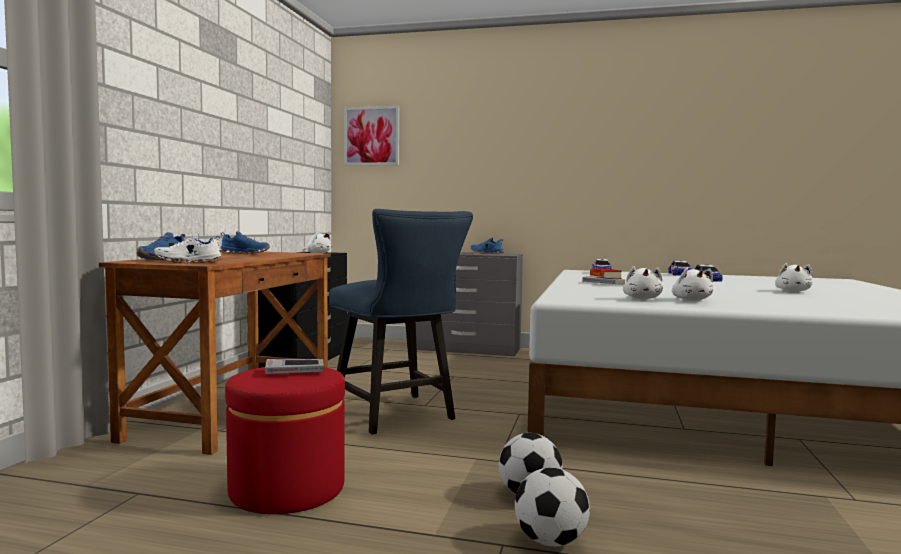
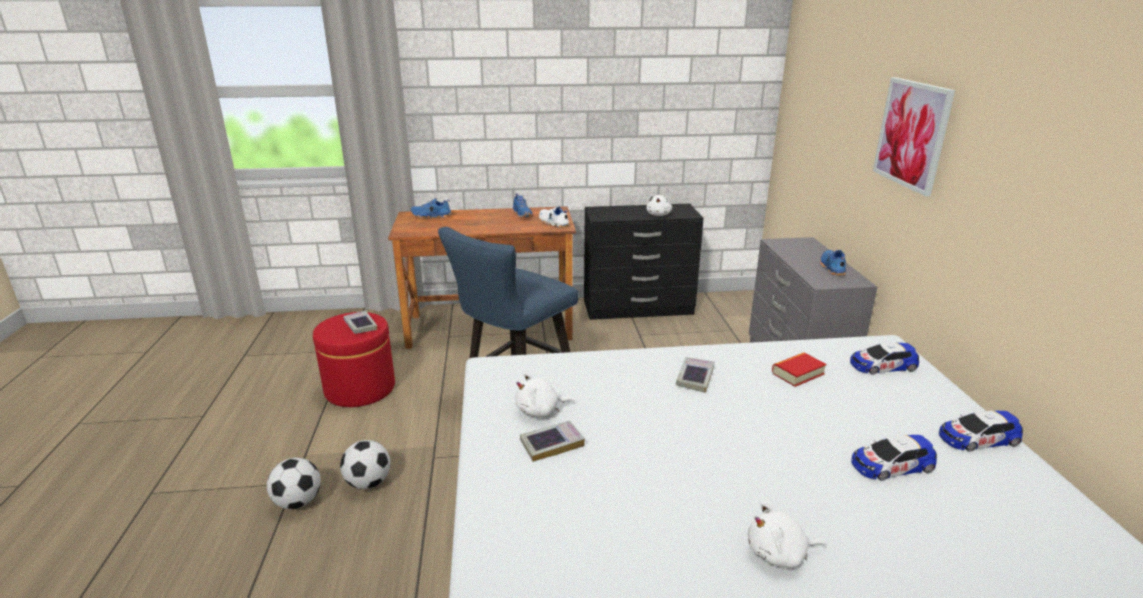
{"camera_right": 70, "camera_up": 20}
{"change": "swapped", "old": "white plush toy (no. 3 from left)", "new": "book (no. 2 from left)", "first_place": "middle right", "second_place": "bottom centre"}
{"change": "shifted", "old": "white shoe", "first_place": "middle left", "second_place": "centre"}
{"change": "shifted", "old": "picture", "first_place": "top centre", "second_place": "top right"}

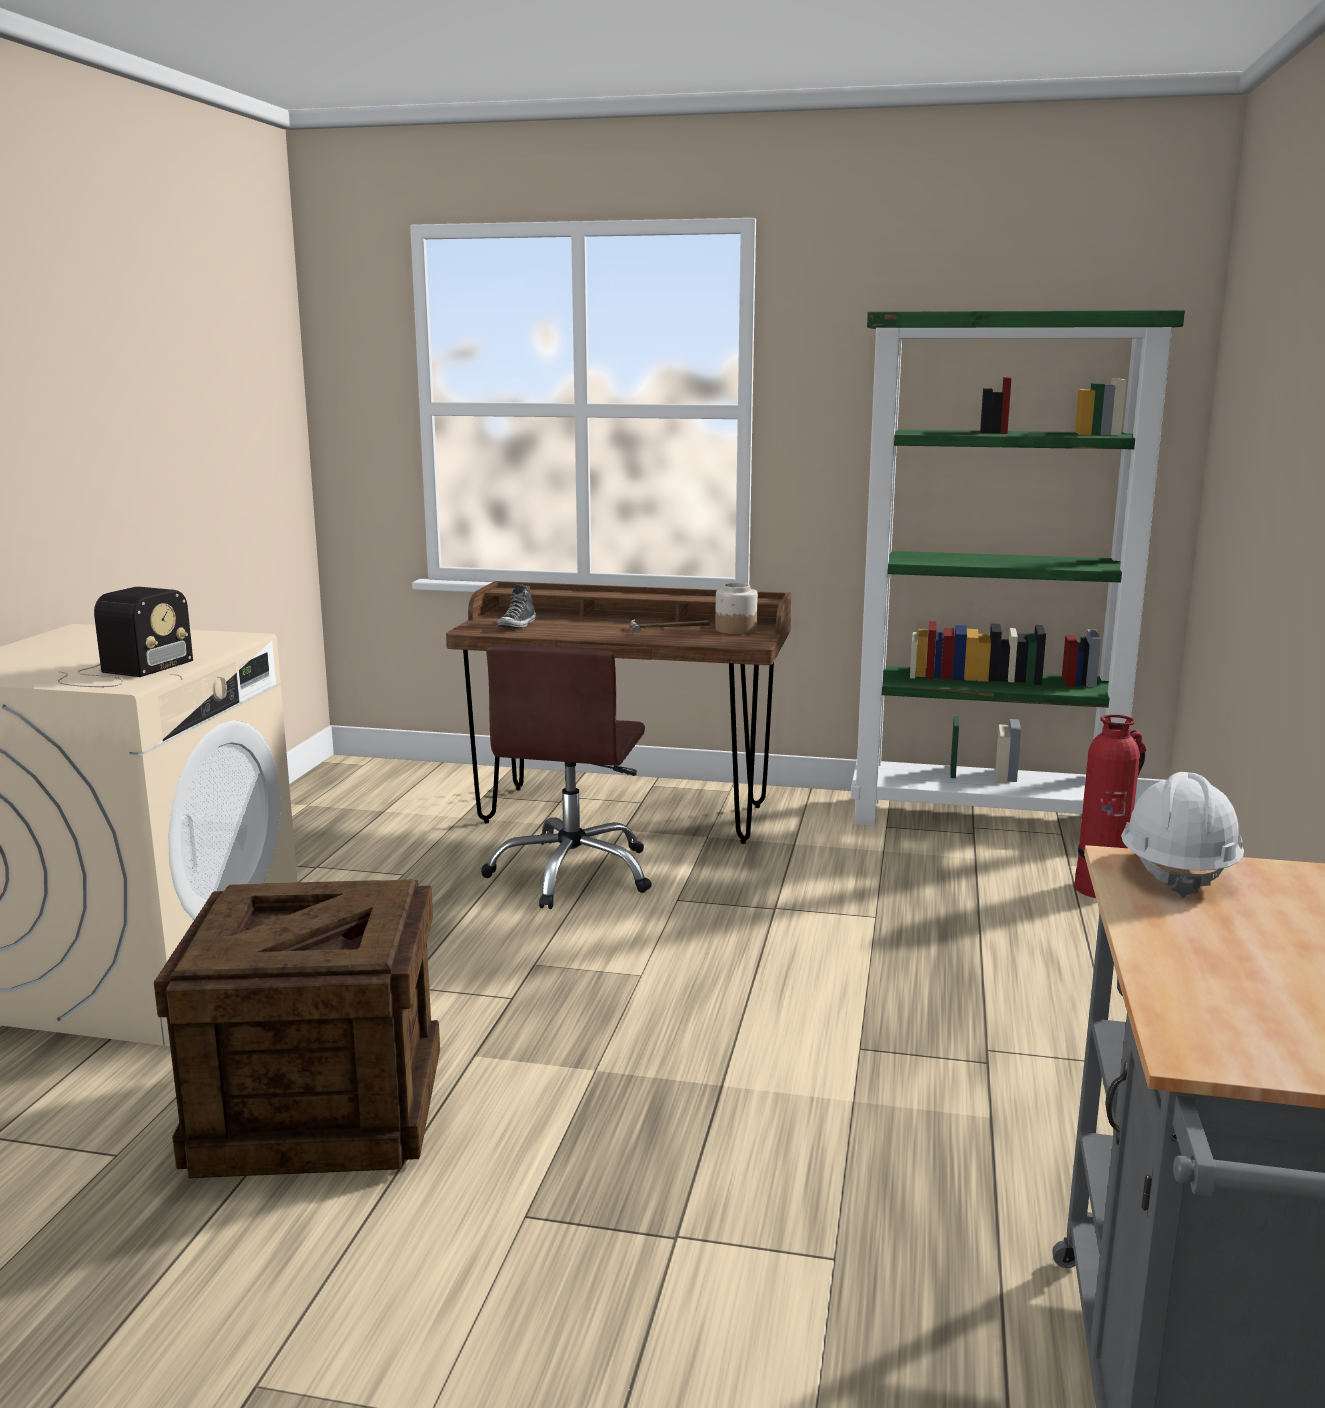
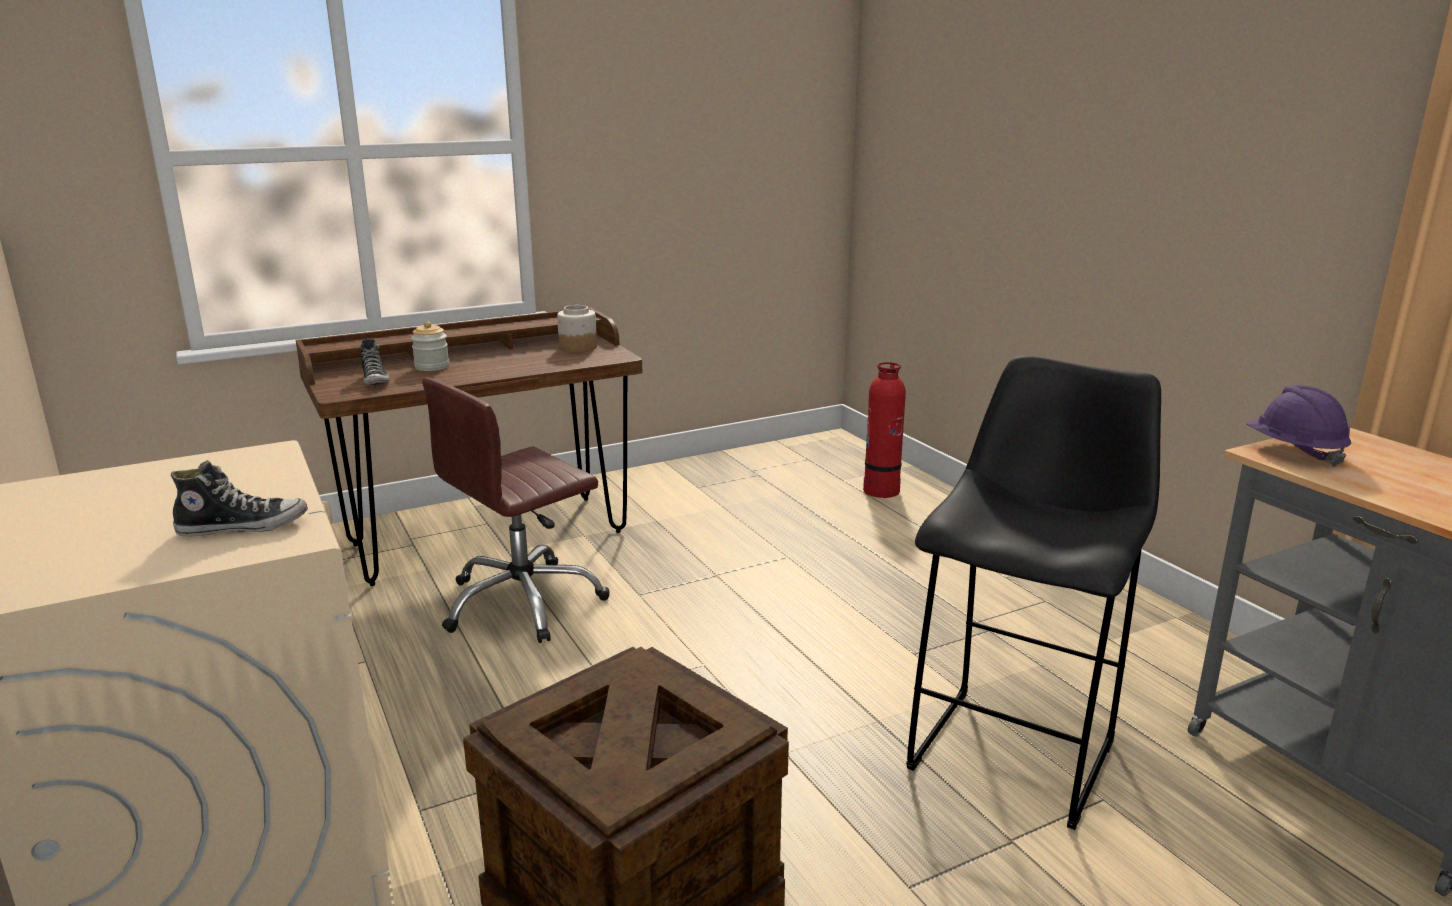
{"camera_right": -40, "camera_up": 5}
{"change": "swapped", "old": "radio", "new": "shoe (no. 1 from left)", "first_place": "middle left", "second_place": "middle left"}
{"change": "new", "new": "jar (no. 1 from left)", "second_place": "middle left"}
{"change": "rotated", "old": "brown office chair", "first_place": "centre", "second_place": "centre", "degrees": 75}
{"change": "new", "new": "black stool", "second_place": "middle right"}
{"change": "repainted", "old": "white hard hat", "new": "purple hard hat", "first_place": "middle right", "second_place": "middle right"}
{"change": "gone", "old": "hammer", "first_place": "centre"}
{"change": "gone", "old": "green bookcase", "first_place": "middle right"}

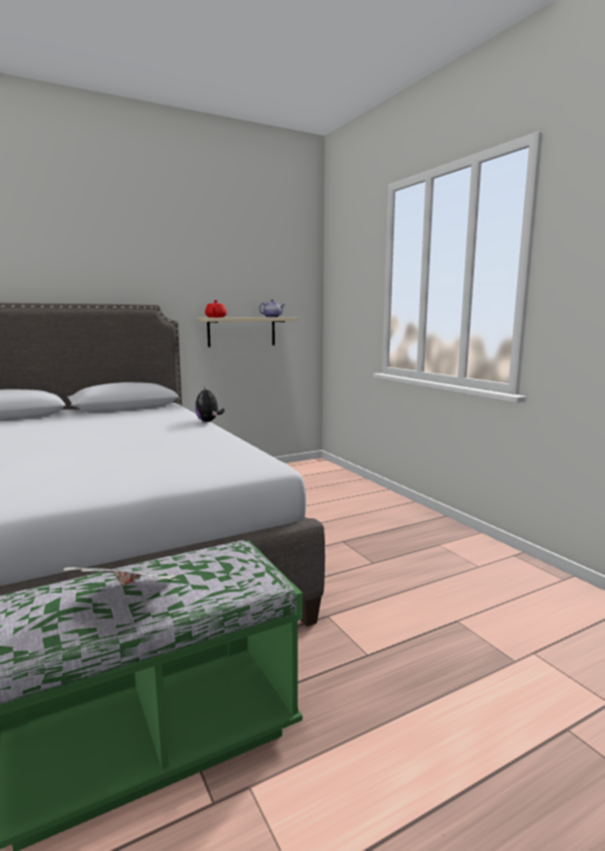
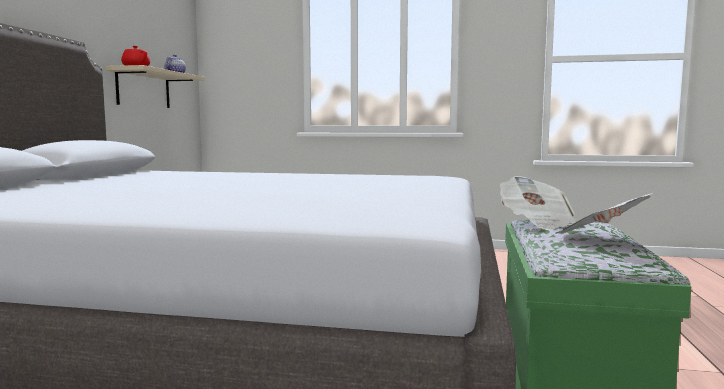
{"camera_right": -50, "camera_up": -5}
{"change": "new", "new": "newspaper (no. 1 from left)", "second_place": "middle right"}
{"change": "gone", "old": "plush toy", "first_place": "centre"}

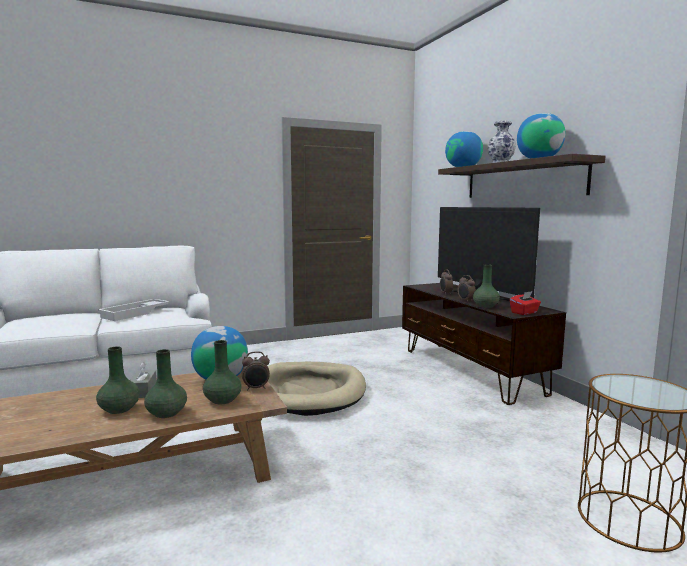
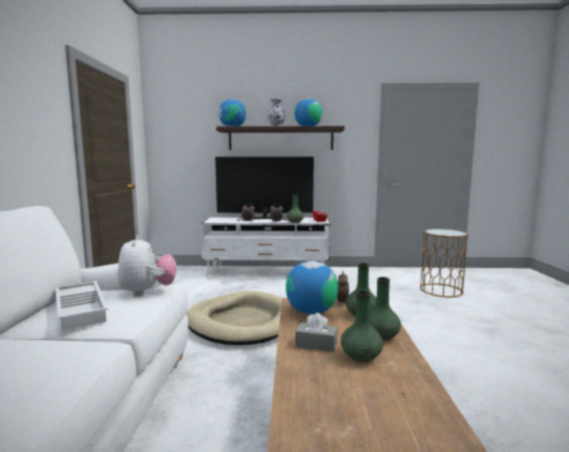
{"camera_right": -65, "camera_up": 0}
{"change": "new", "new": "plush toy", "second_place": "middle left"}
{"change": "repainted", "old": "brown tv stand", "new": "white tv stand", "first_place": "middle right", "second_place": "centre"}

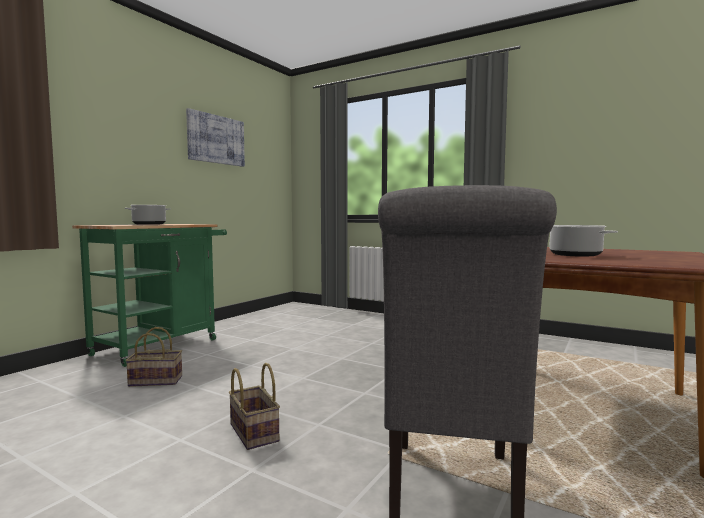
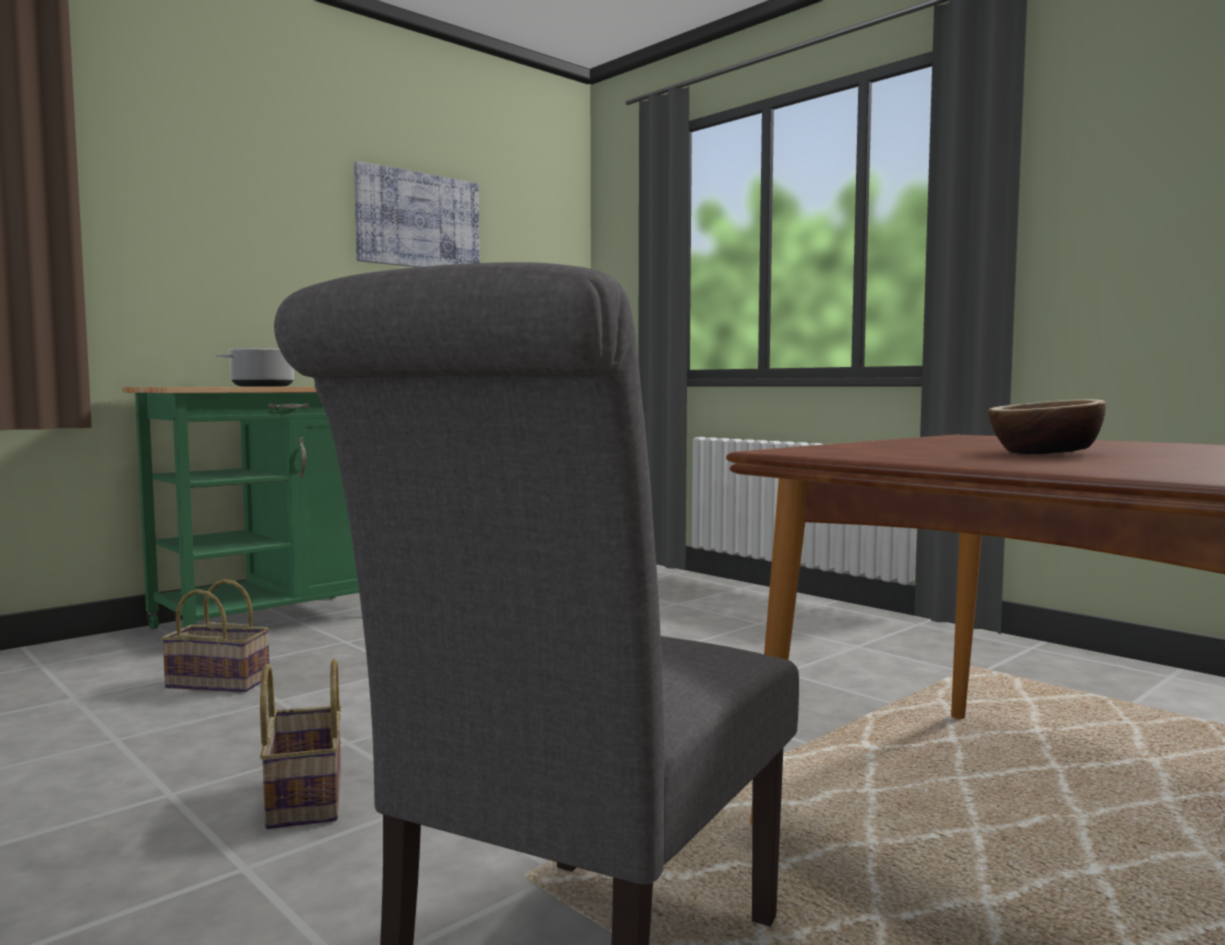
{"camera_right": 15, "camera_up": 0}
{"change": "swapped", "old": "cooking pot (no. 2 from left)", "new": "bowl", "first_place": "middle right", "second_place": "middle right"}

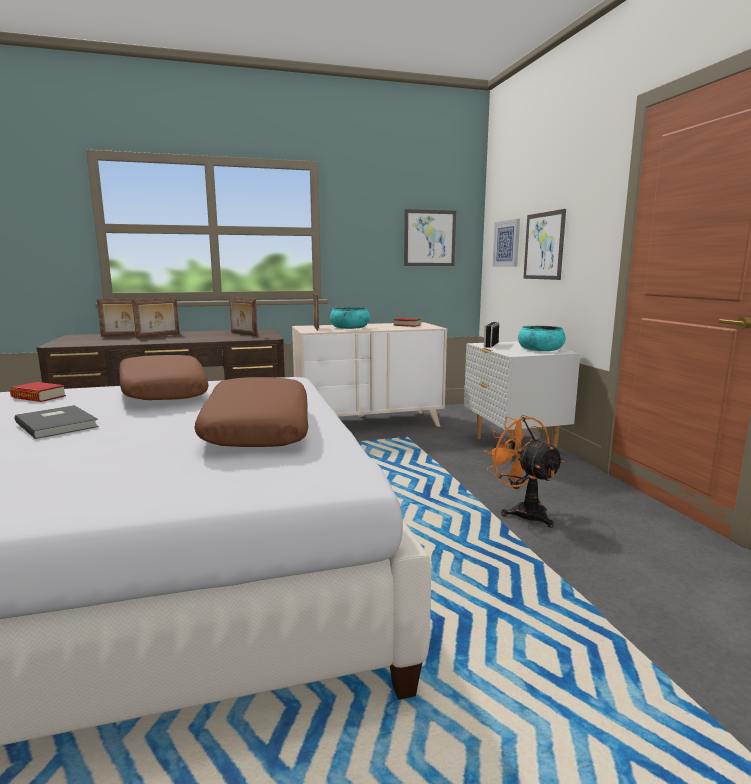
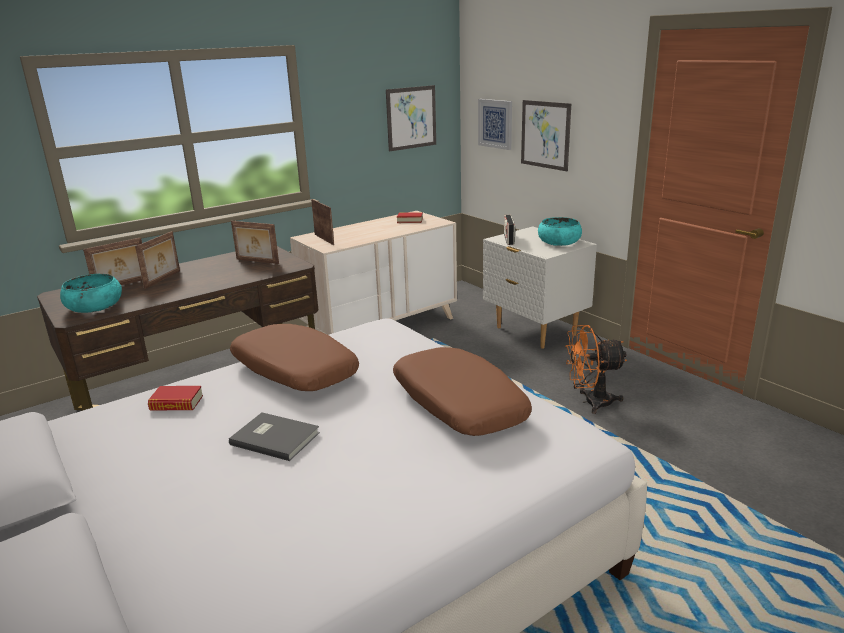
{"camera_right": -20, "camera_up": 10}
{"change": "shifted", "old": "turquoise bowl (no. 1 from left)", "first_place": "centre", "second_place": "middle left"}
{"change": "rotated", "old": "orange fan", "first_place": "middle right", "second_place": "middle right", "degrees": -45}

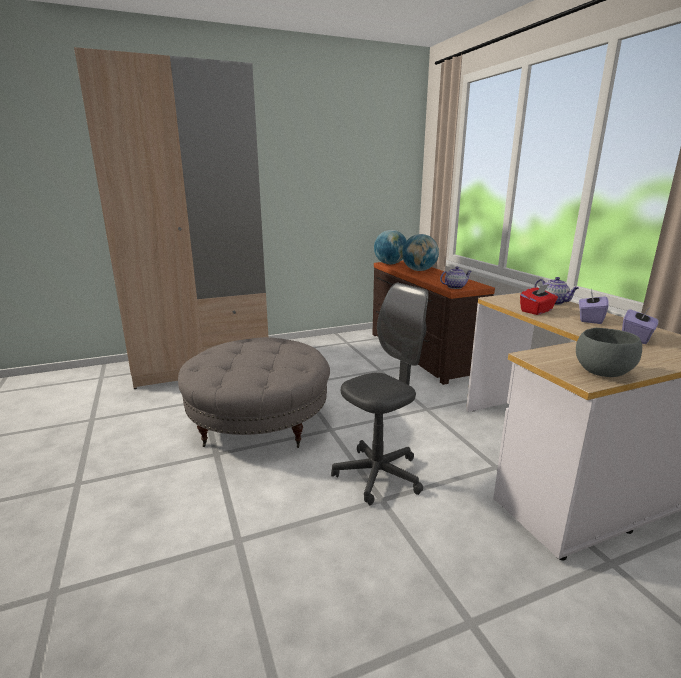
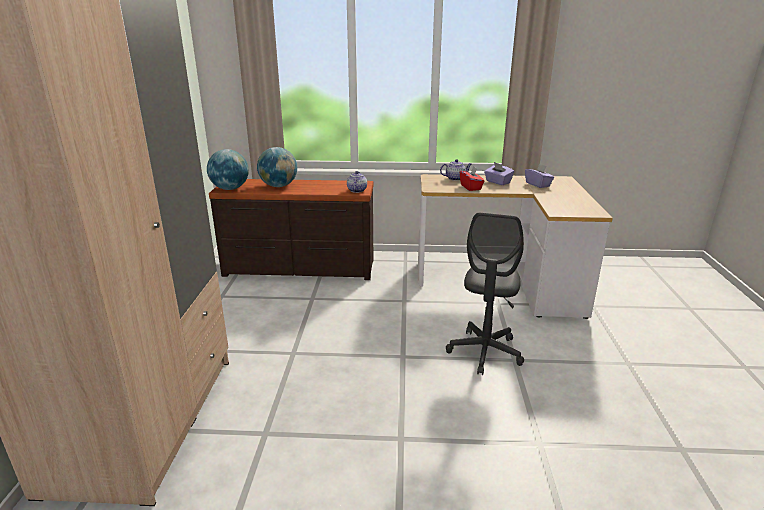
{"camera_right": -65, "camera_up": 5}
{"change": "rotated", "old": "grey office chair", "first_place": "centre", "second_place": "centre", "degrees": -150}
{"change": "gone", "old": "grey ottoman", "first_place": "centre"}
{"change": "gone", "old": "grey bowl", "first_place": "middle right"}

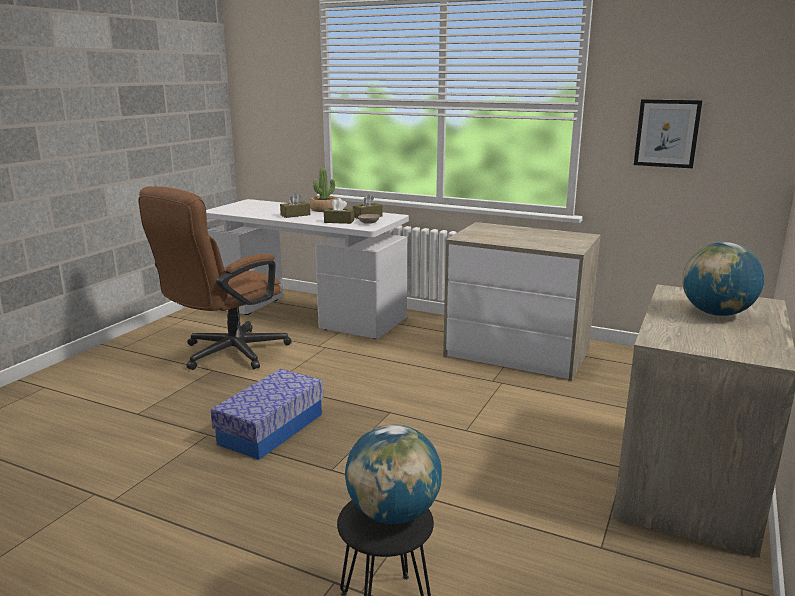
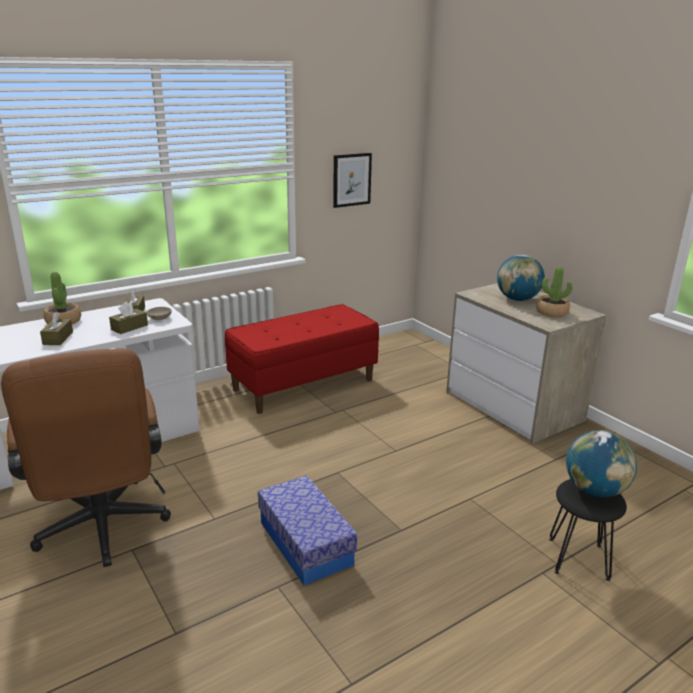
{"camera_right": -60, "camera_up": 5}
{"change": "swapped", "old": "dresser (no. 1 from left)", "new": "red bench", "first_place": "centre", "second_place": "centre"}
{"change": "new", "new": "potted plant (no. 2 from left)", "second_place": "middle right"}

